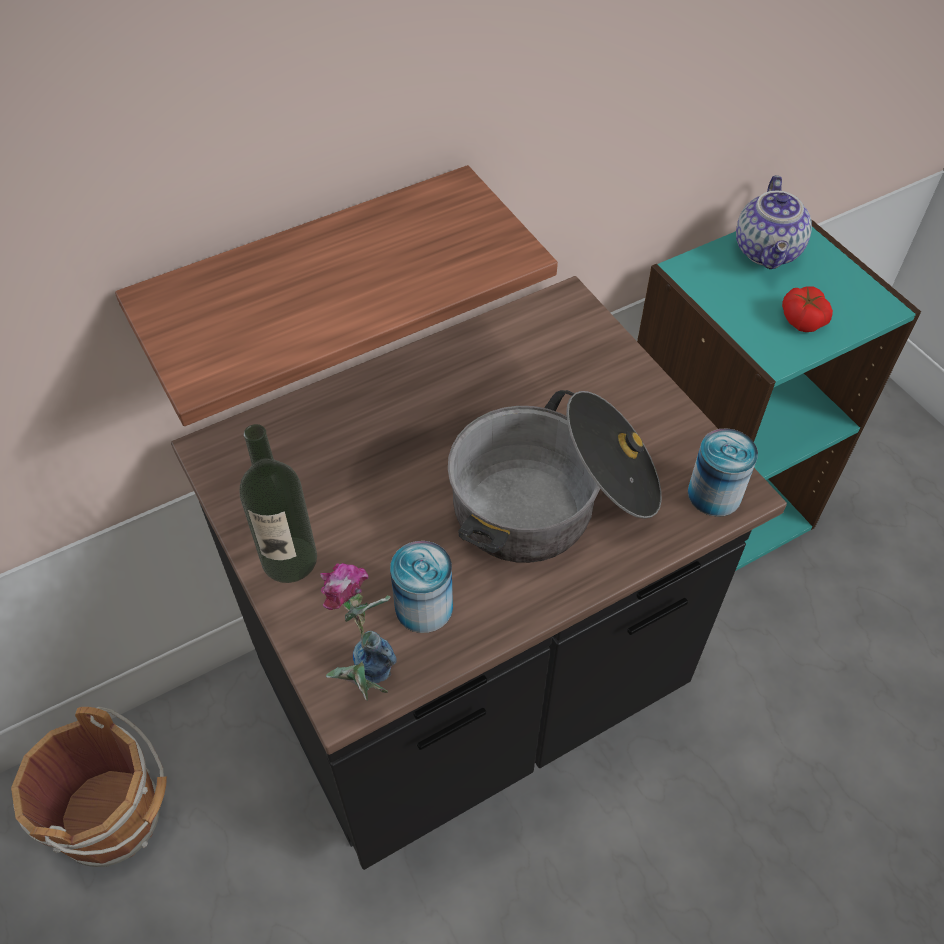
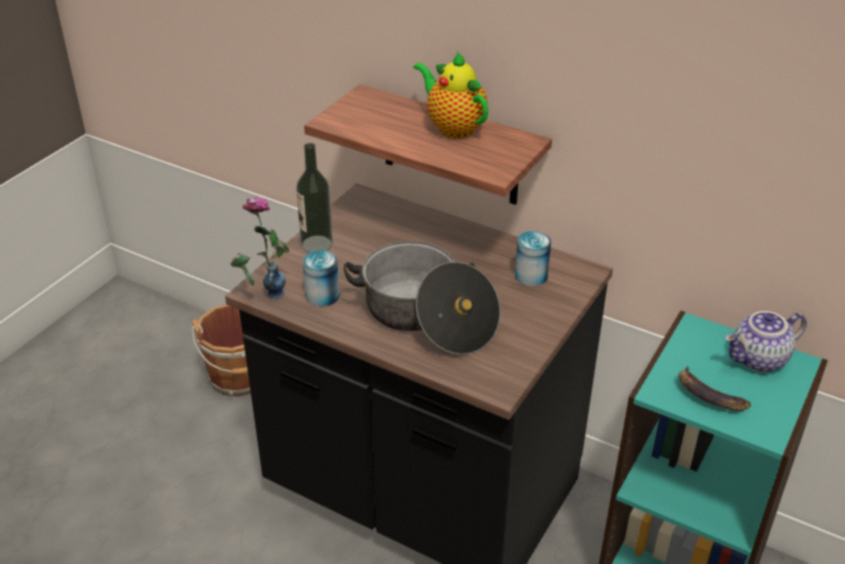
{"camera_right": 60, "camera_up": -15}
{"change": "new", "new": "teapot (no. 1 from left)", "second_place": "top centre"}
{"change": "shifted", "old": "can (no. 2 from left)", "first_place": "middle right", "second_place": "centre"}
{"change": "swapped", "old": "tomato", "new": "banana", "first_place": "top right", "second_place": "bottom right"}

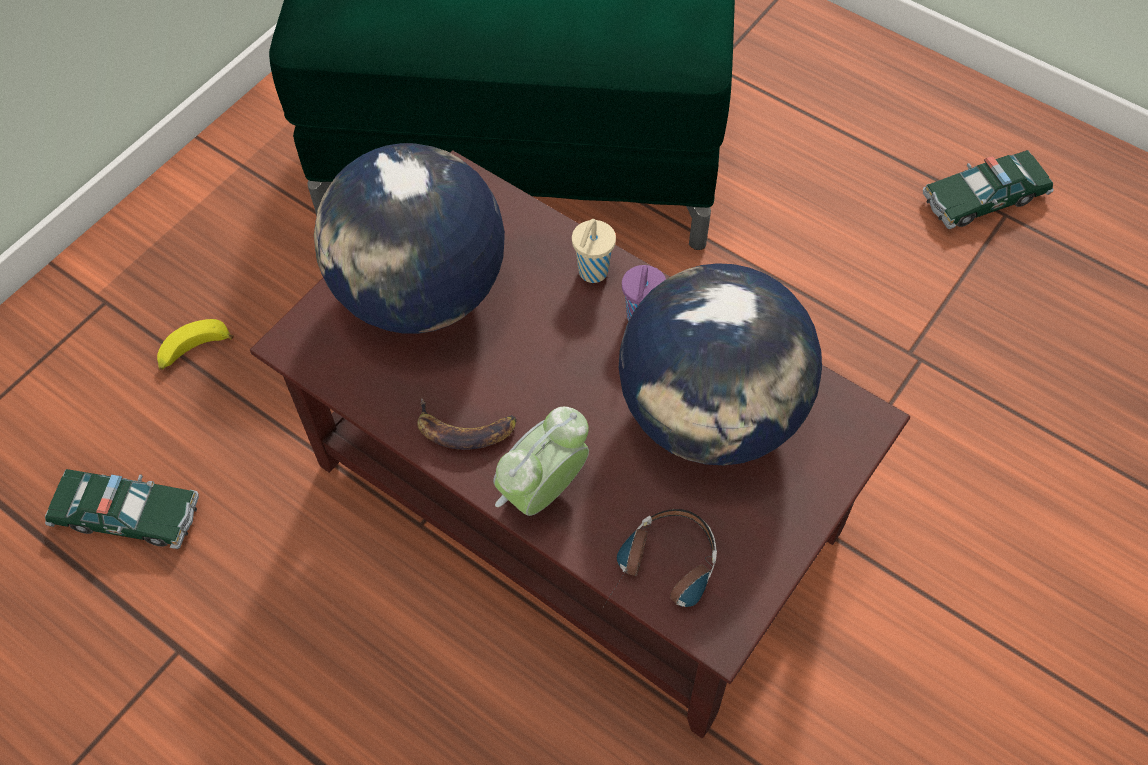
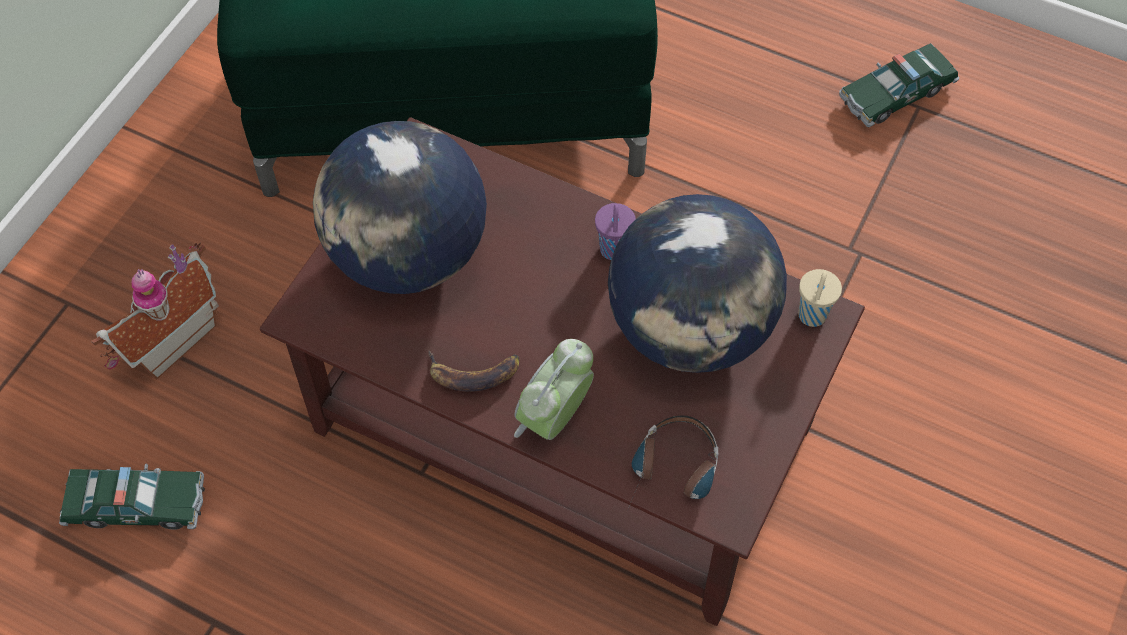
{"camera_right": -10, "camera_up": 0}
{"change": "swapped", "old": "banana (no. 1 from left)", "new": "toy house", "first_place": "middle left", "second_place": "middle left"}
{"change": "shifted", "old": "beige cup", "first_place": "top centre", "second_place": "middle right"}

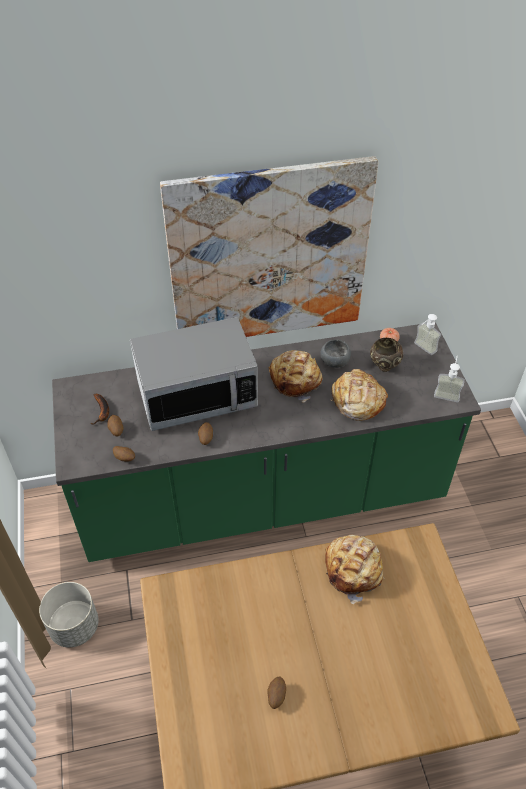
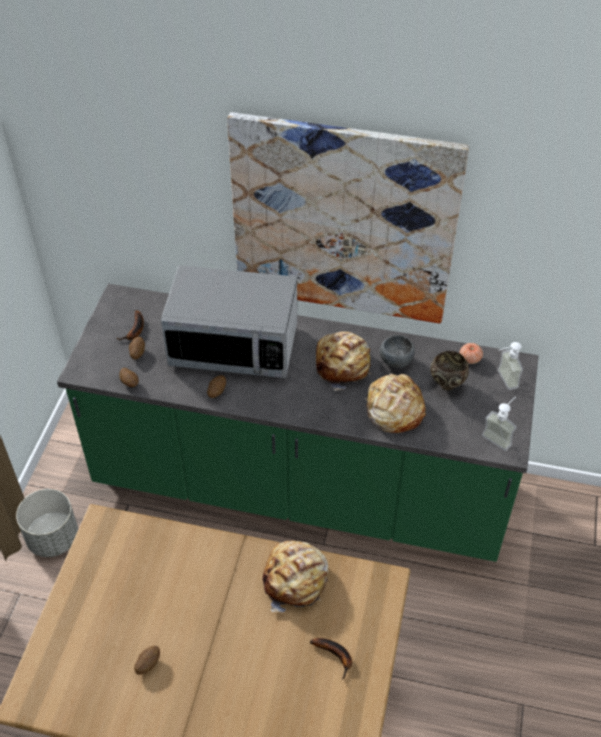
{"camera_right": 25, "camera_up": 0}
{"change": "new", "new": "banana (no. 2 from left)", "second_place": "bottom centre"}

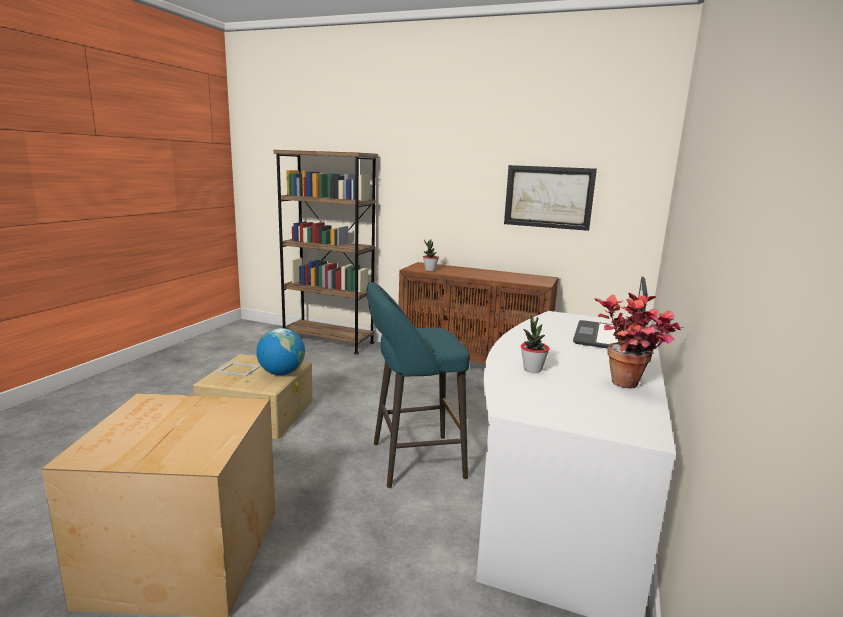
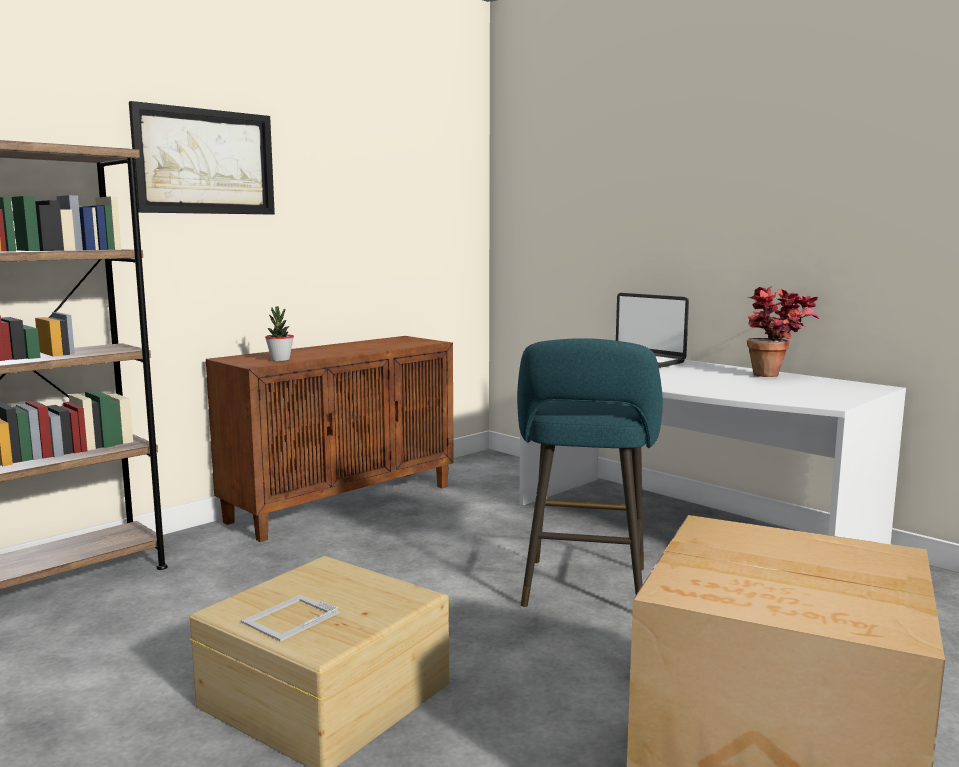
{"camera_right": -65, "camera_up": -5}
{"change": "shifted", "old": "picture", "first_place": "top centre", "second_place": "top left"}
{"change": "gone", "old": "globe", "first_place": "middle left"}
{"change": "gone", "old": "potted plant (no. 2 from left)", "first_place": "centre"}

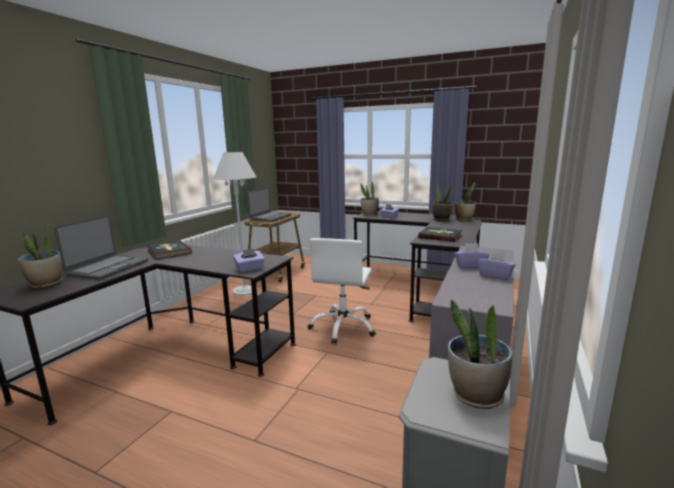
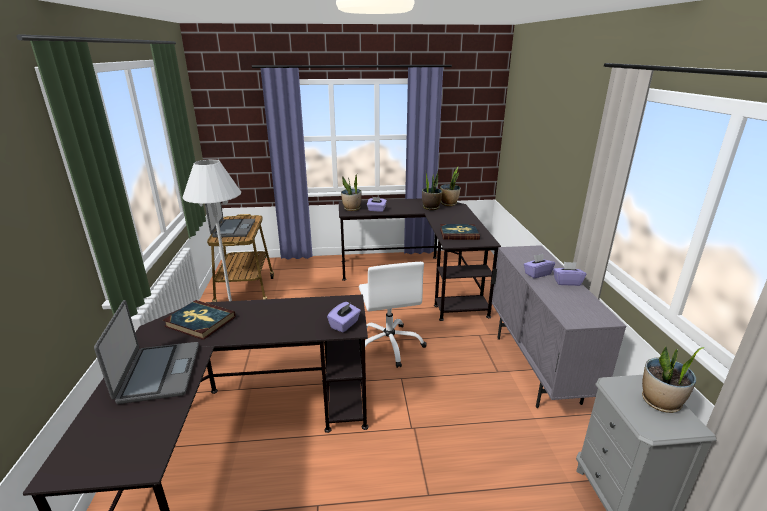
{"camera_right": -30, "camera_up": 10}
{"change": "gone", "old": "potted plant (no. 1 from left)", "first_place": "middle left"}

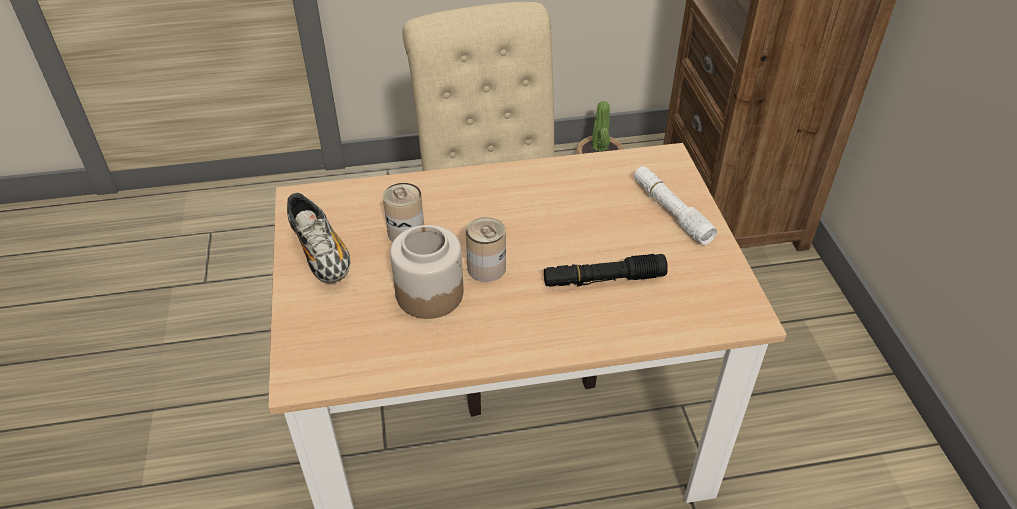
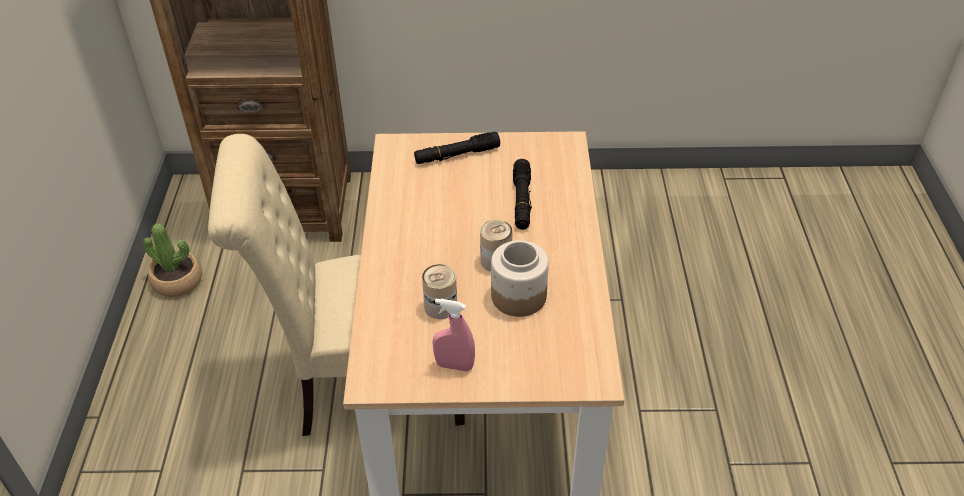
{"camera_right": -80, "camera_up": 0}
{"change": "repainted", "old": "white flashlight", "new": "black flashlight (no. 1 from left)", "first_place": "centre", "second_place": "top centre"}
{"change": "swapped", "old": "shoe", "new": "pink spray bottle", "first_place": "middle left", "second_place": "bottom centre"}

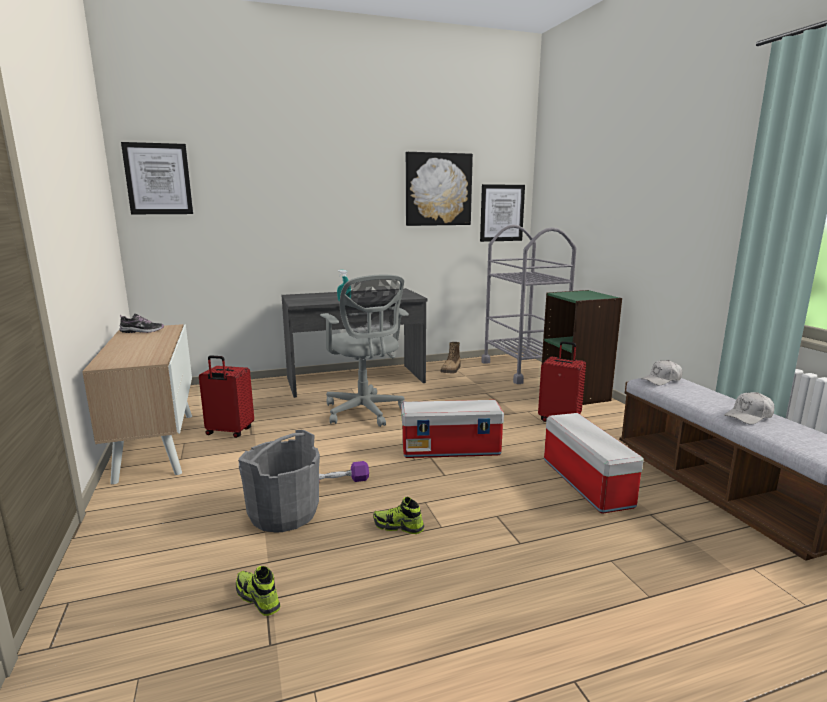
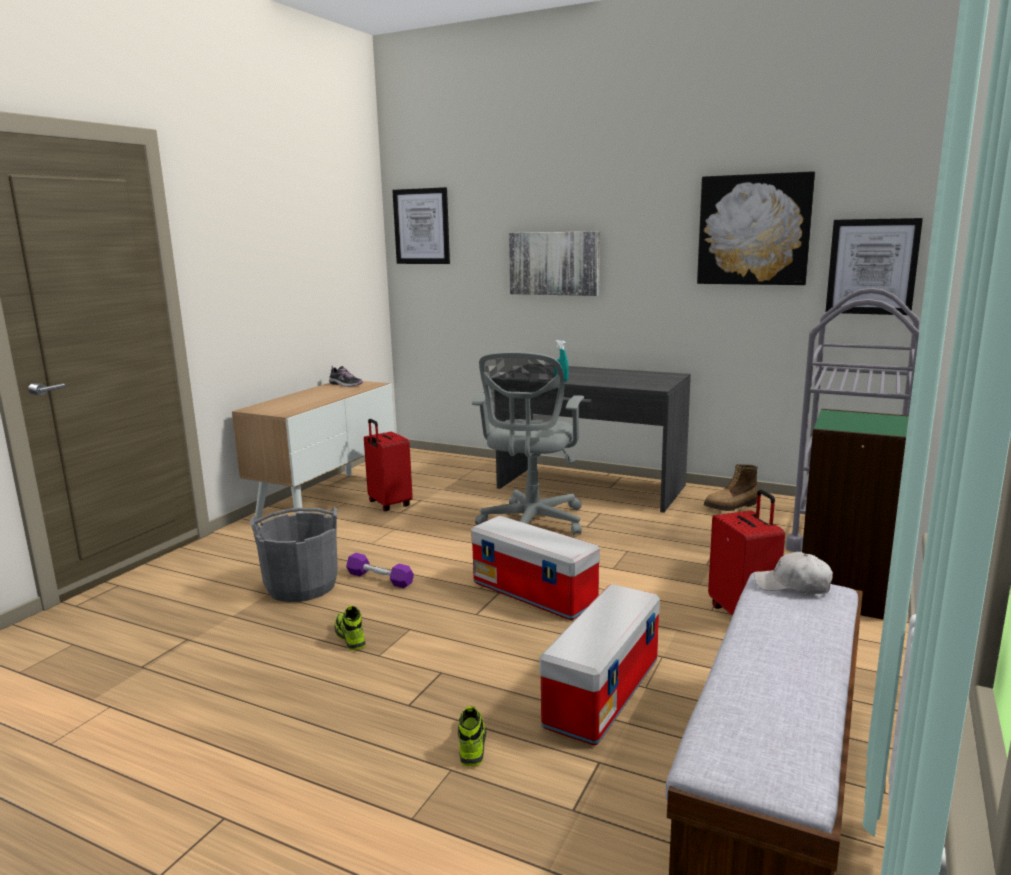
{"camera_right": 45, "camera_up": 0}
{"change": "shifted", "old": "shoe (no. 2 from left in the first image)", "new": "shoe (no. 3 from left)", "first_place": "bottom left", "second_place": "bottom centre"}
{"change": "new", "new": "picture (no. 2 from left)", "second_place": "top centre"}
{"change": "gone", "old": "white cap (no. 2 from left)", "first_place": "middle right"}

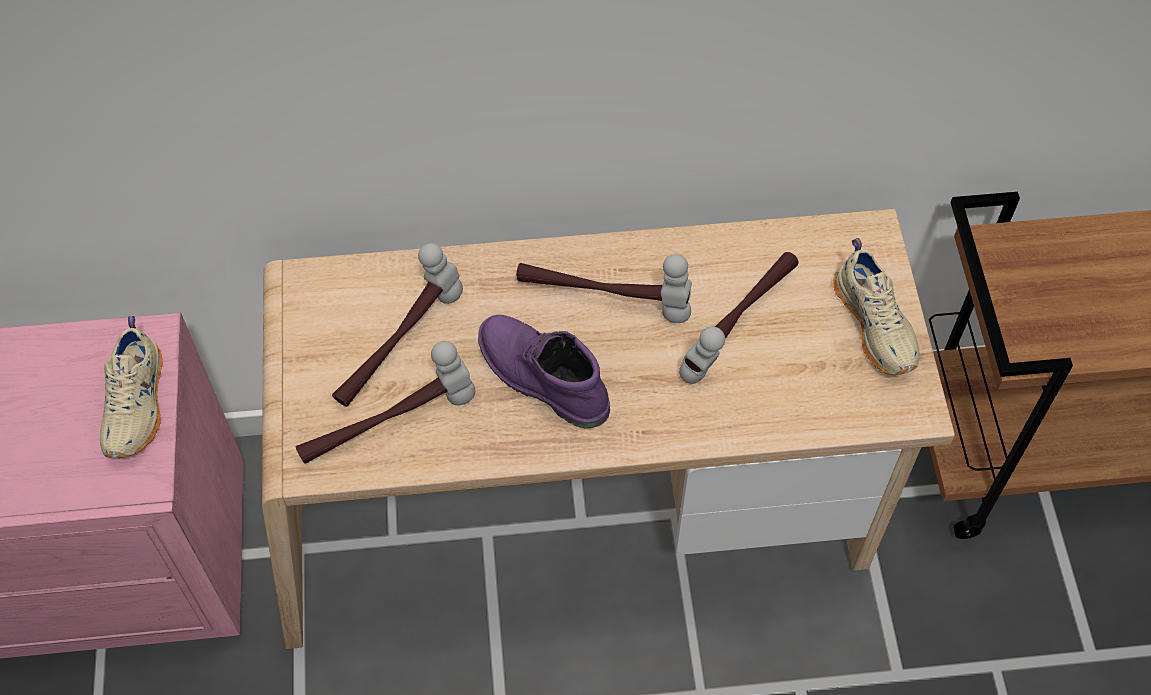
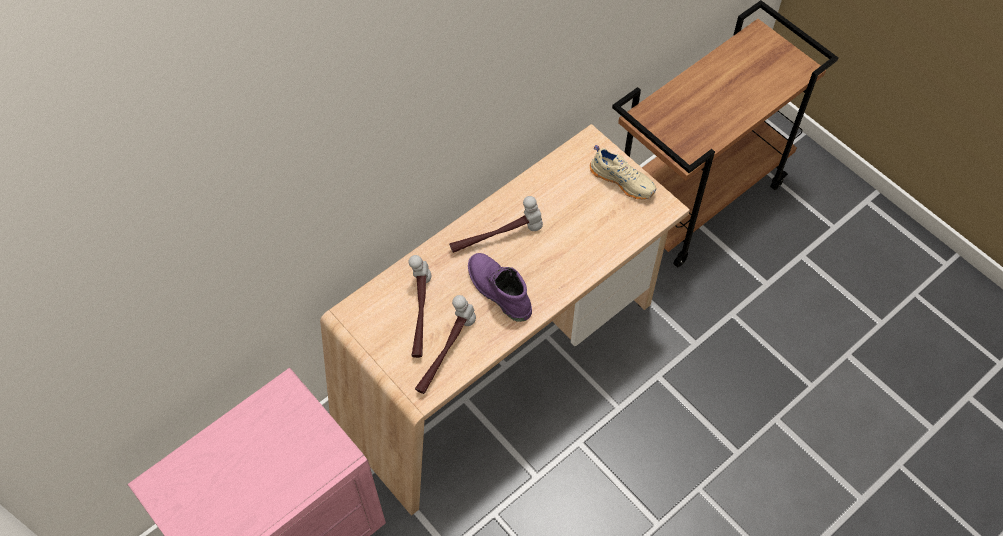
{"camera_right": -35, "camera_up": 0}
{"change": "rotated", "old": "purple boot", "first_place": "centre", "second_place": "centre", "degrees": 45}
{"change": "gone", "old": "beige shoe (no. 1 from left)", "first_place": "middle left"}
{"change": "gone", "old": "hammer (no. 4 from left)", "first_place": "centre"}

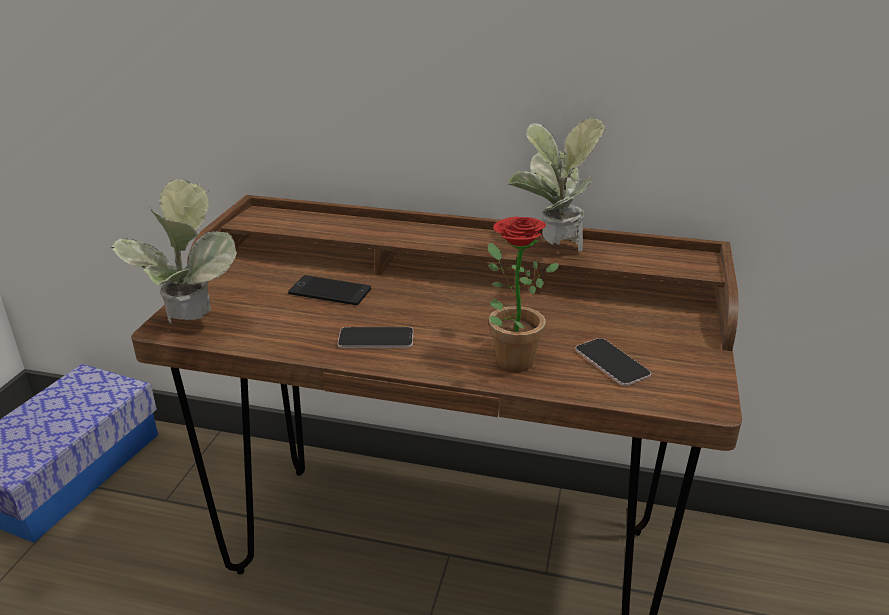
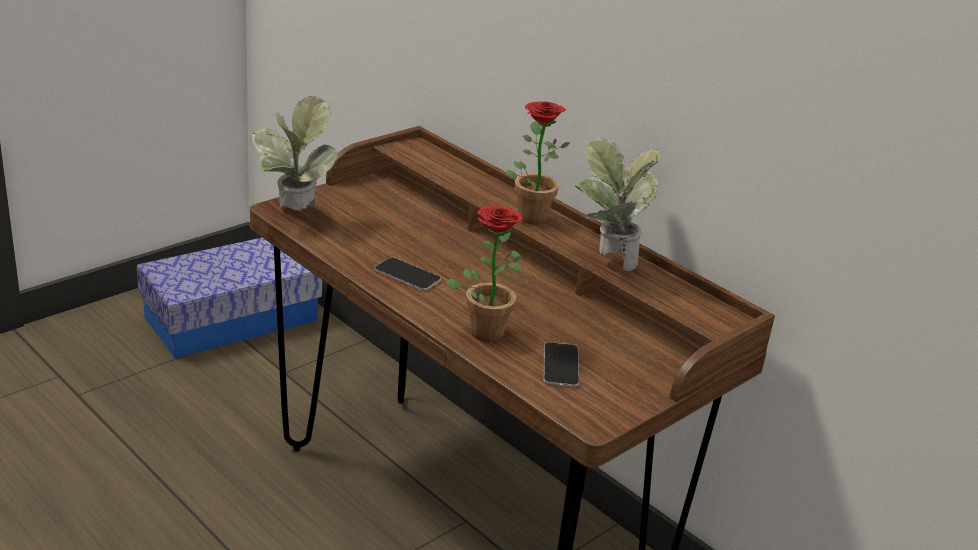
{"camera_right": 30, "camera_up": 0}
{"change": "new", "new": "potted plant (no. 3 from left)", "second_place": "top centre"}
{"change": "gone", "old": "phone (no. 1 from left)", "first_place": "centre"}

